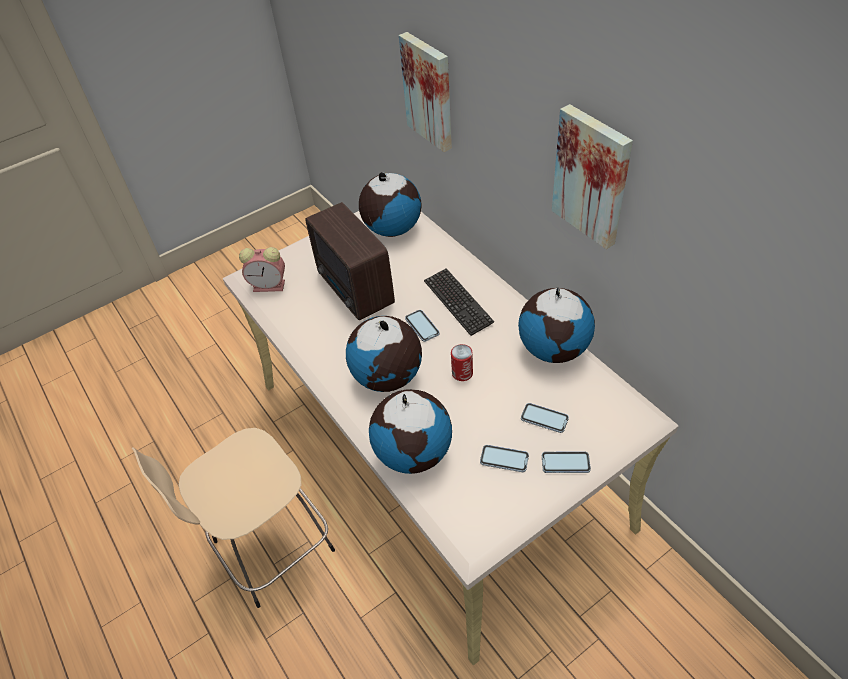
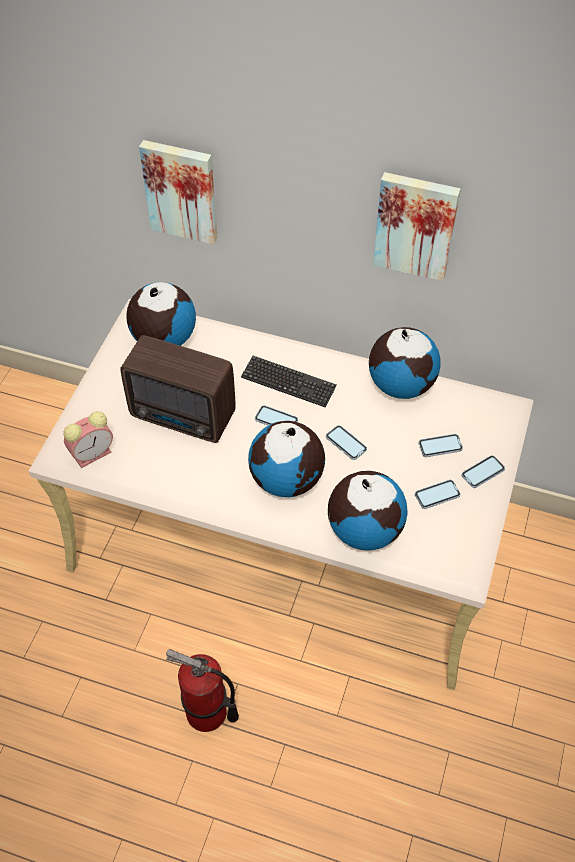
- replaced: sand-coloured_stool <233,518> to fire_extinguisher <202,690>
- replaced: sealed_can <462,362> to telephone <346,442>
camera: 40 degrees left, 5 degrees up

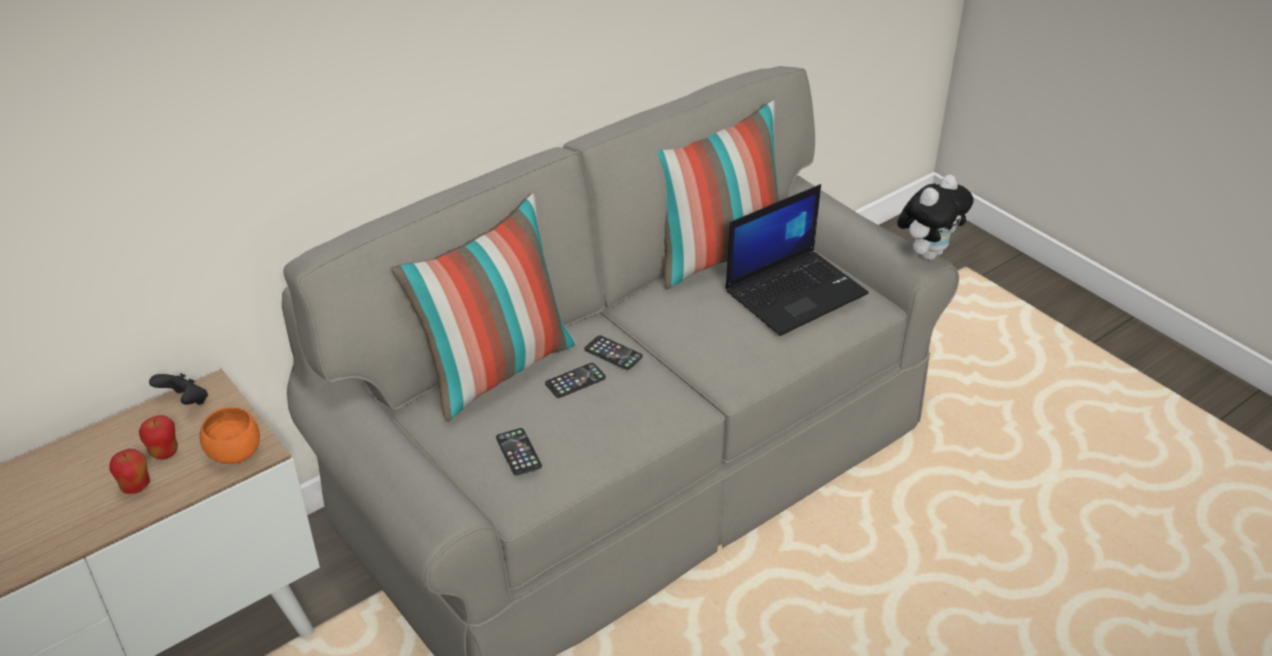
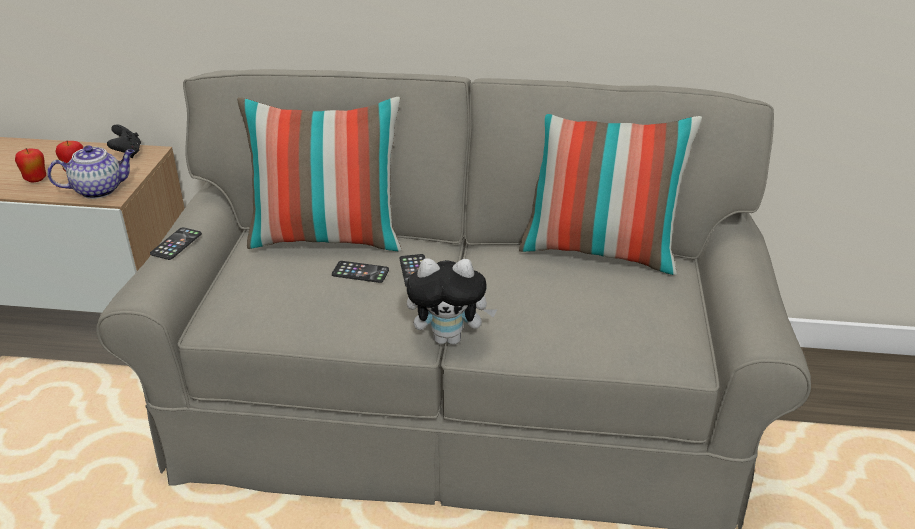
- removed: notebook_computer <797,260>
- moved: telephone <519,452> to <176,243>
- moved: plush_toy <935,217> to <452,301>
- replaced: orangey_deep_dish <230,435> to pot_for_tea <91,172>
camera: 45 degrees right, 5 degrees down

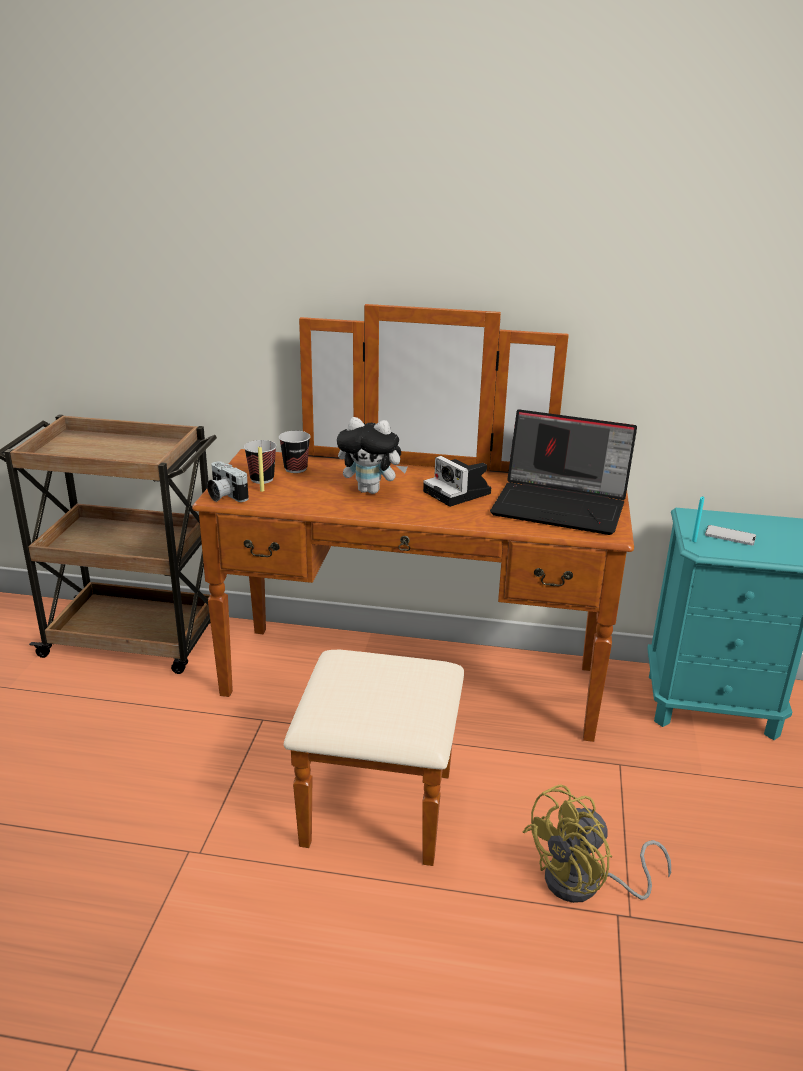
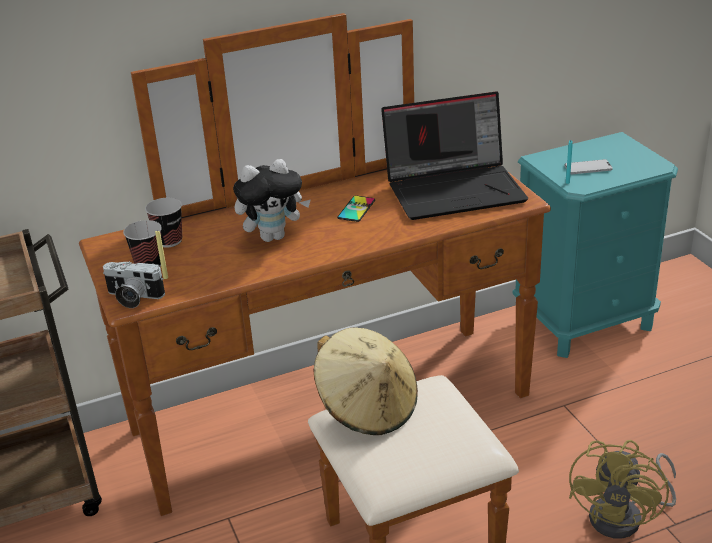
- added: sand-coloured_clothing_hat <366,381>
- replaced: photo_camera <457,481> to telephone <356,209>
camera: 30 degrees left, 5 degrees up

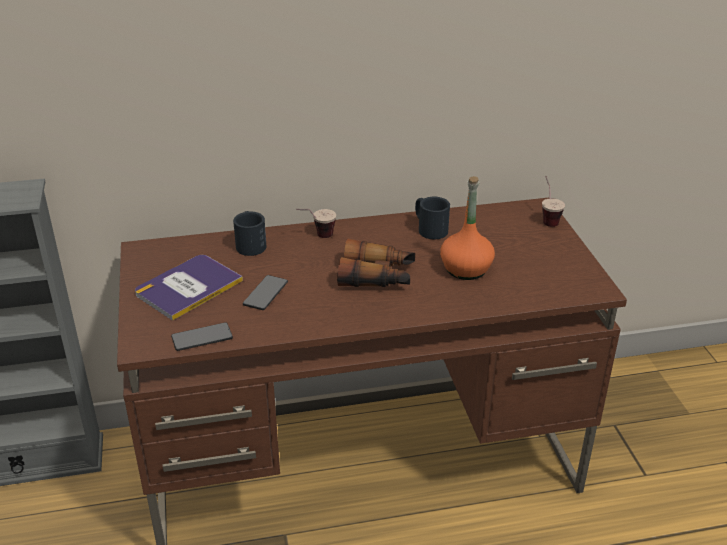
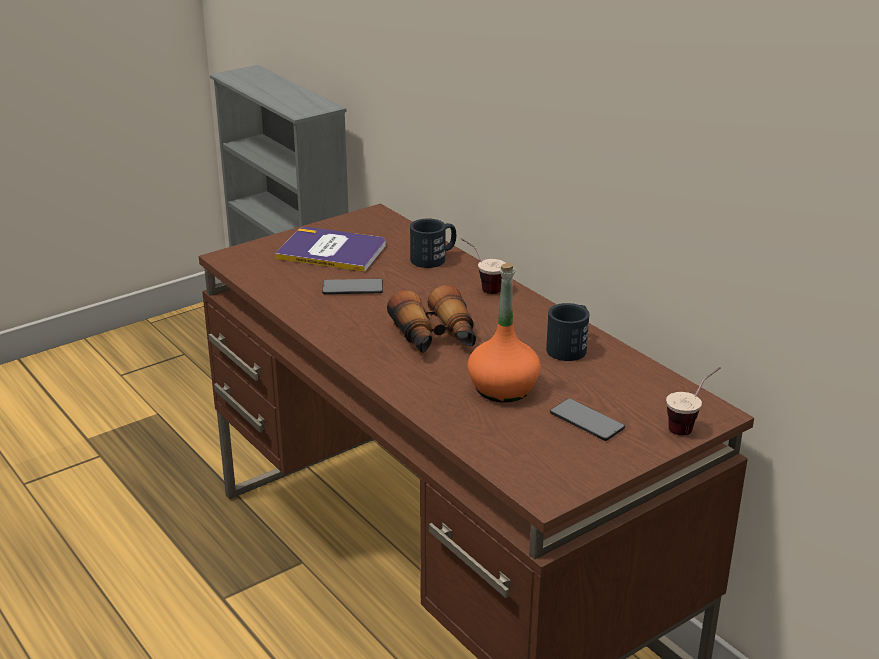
- moved: telephone <202,336> to <587,419>
camera: 65 degrees right, 5 degrees down

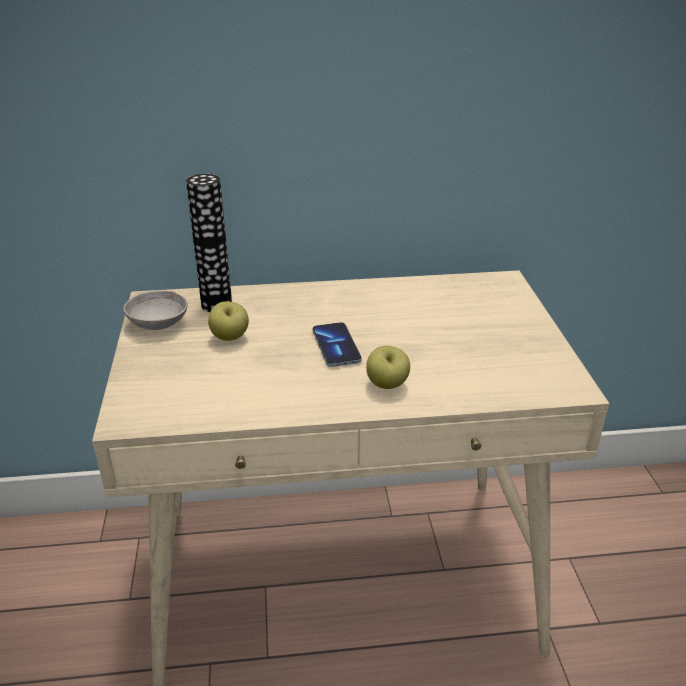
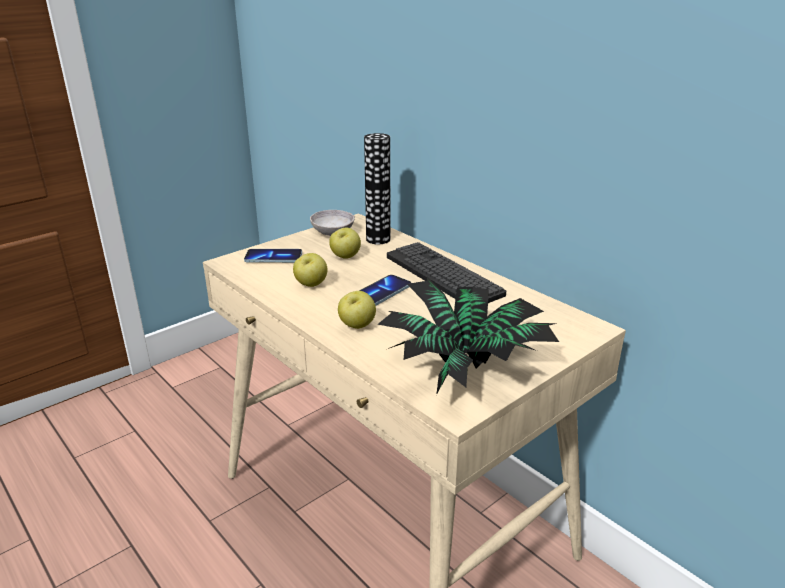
- added: telephone <273,256>
- added: apple <310,270>
- added: plant_in_a_pot <468,336>
- added: keyboard <446,272>
camera: 55 degrees right, 5 degrees down

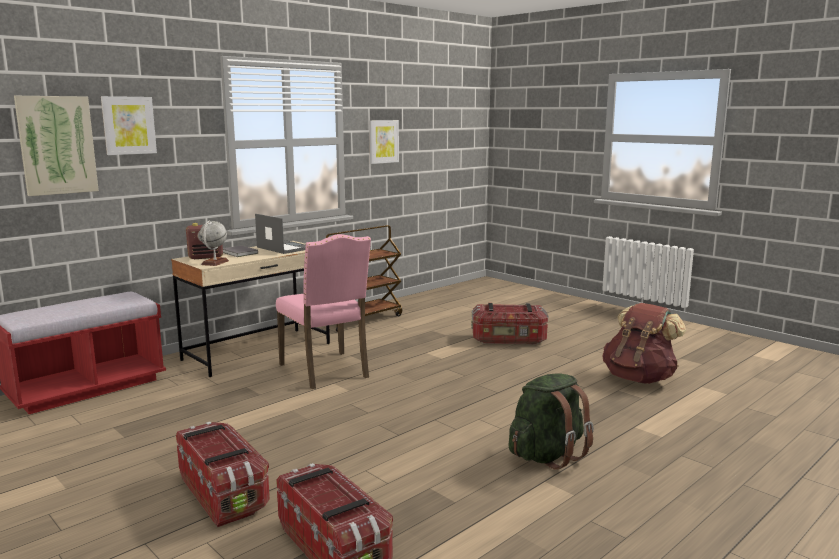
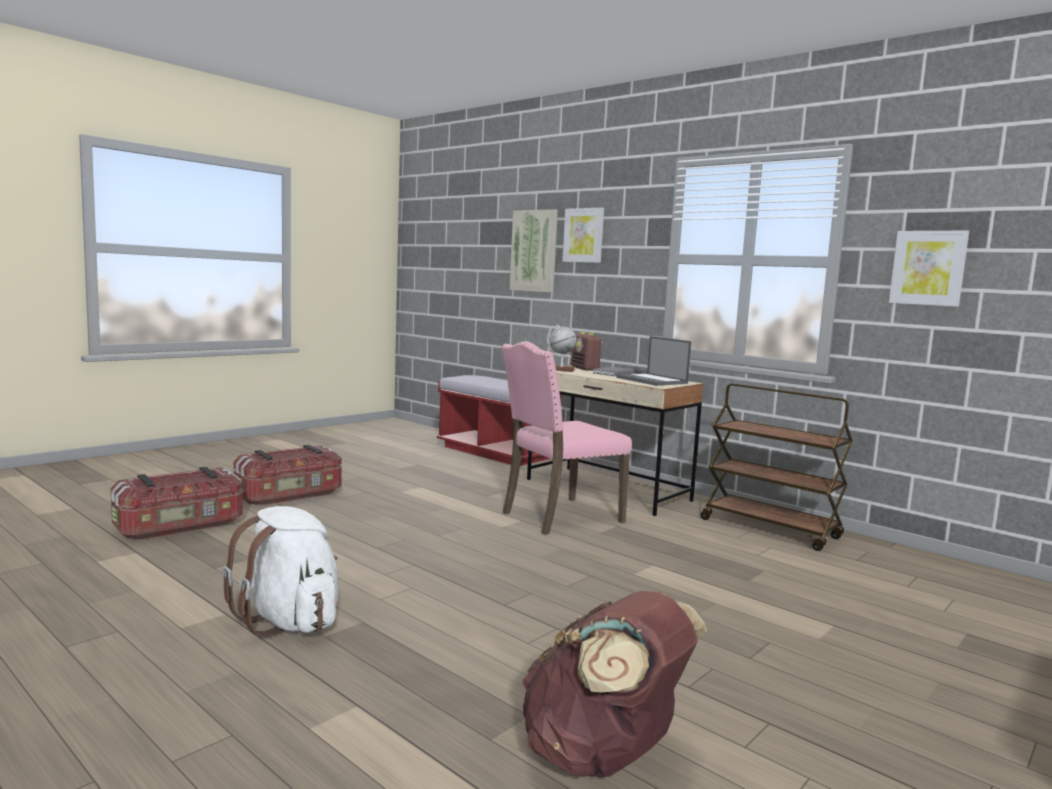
- removed: storage_container <509,324>
- recoloured: green-coloured_rucksack <551,422> to whitish_rucksack <280,571>
- turned: notebook_computer <280,234> = <654,361> 105 degrees clockwise
camera: 85 degrees right, 5 degrees down

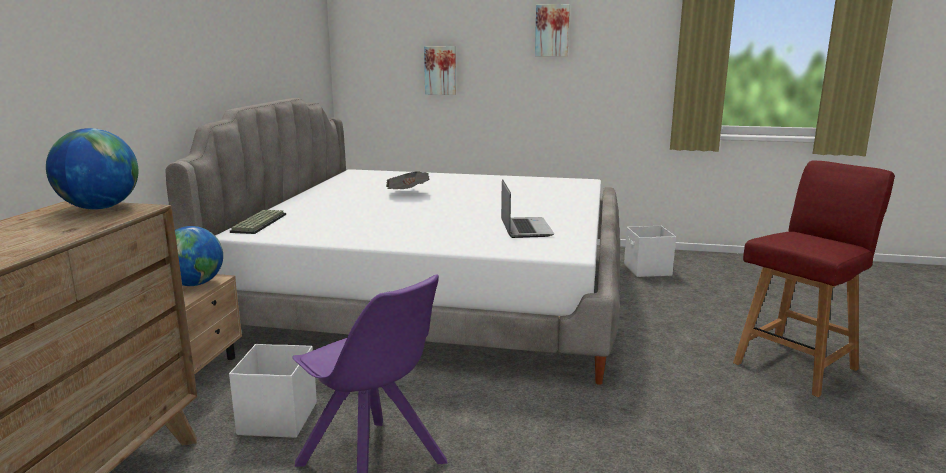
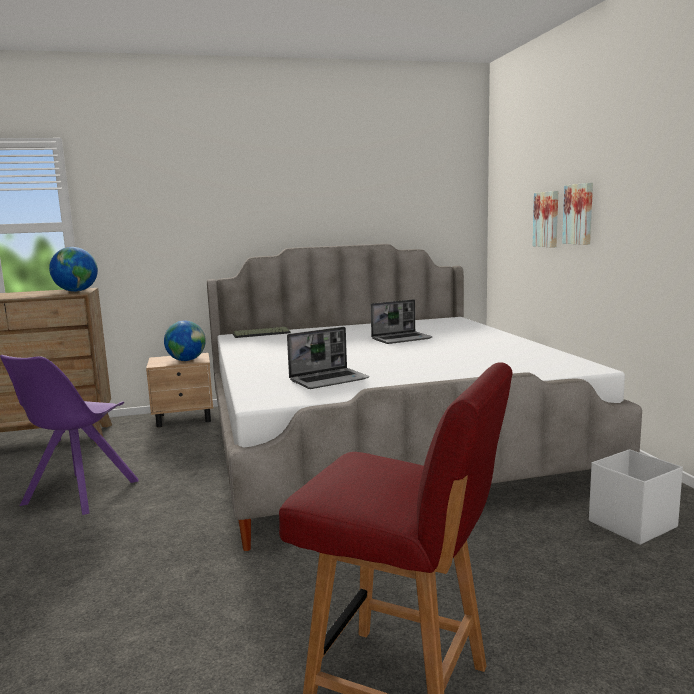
- removed: whitish_storage_container <273,391>
- moved: picture <552,30> to <577,214>
- replaced: newspaper <408,180> to notebook_computer <402,321>
camera: 65 degrees right, 5 degrees down

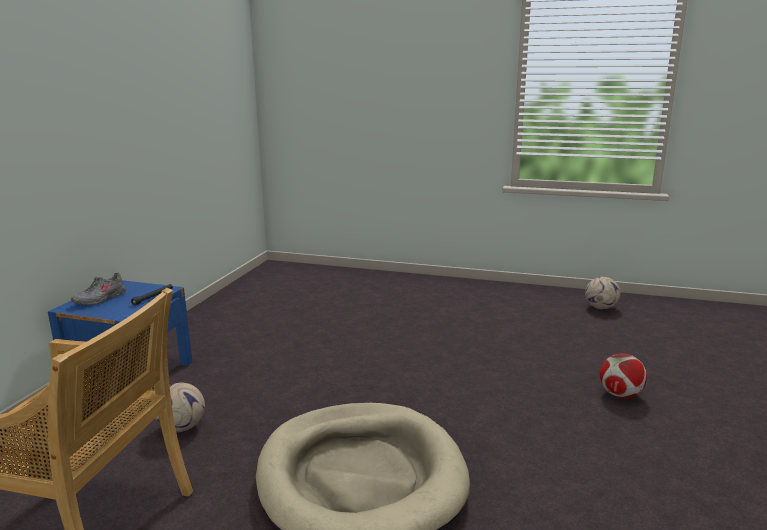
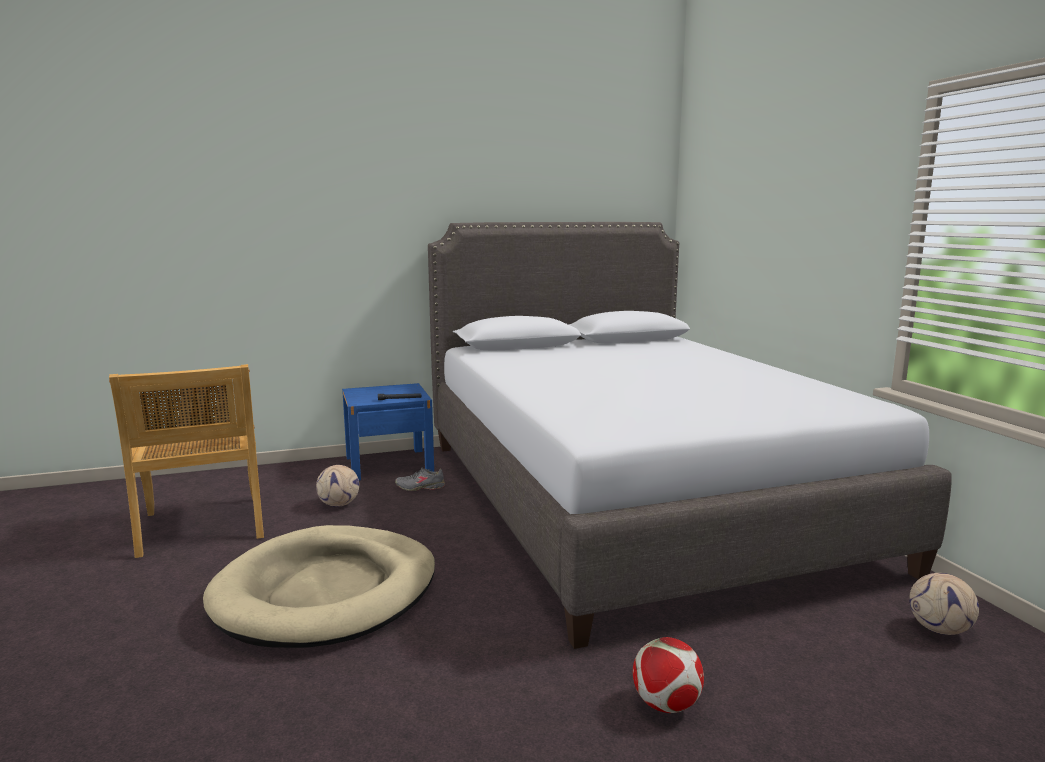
- added: grey_bed <689,435>
- moved: grey_shoe <98,288> to <420,479>
camera: 55 degrees right, 5 degrees down

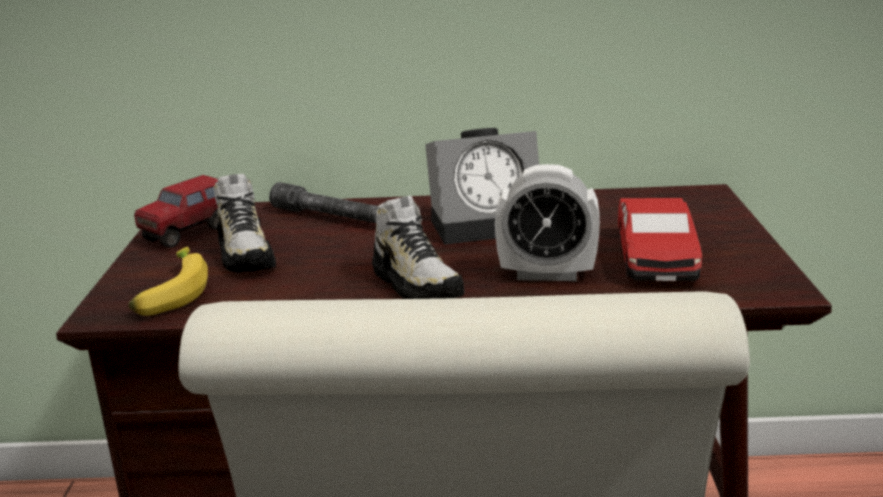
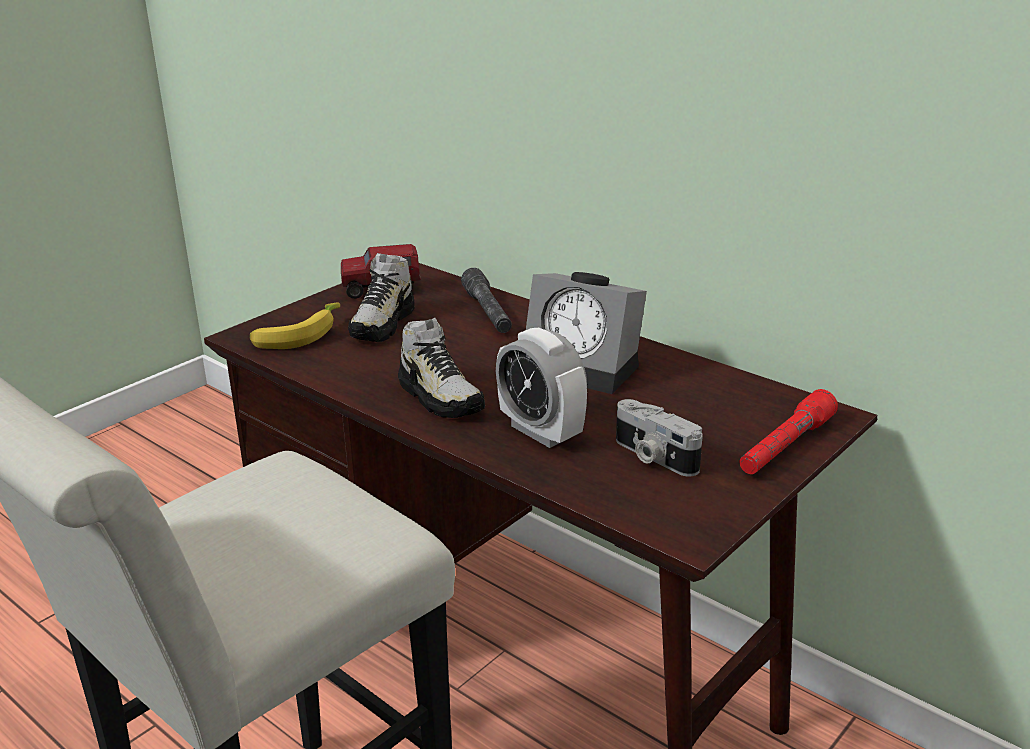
- added: reddish_hand_torch <788,431>
- replaced: miniature_car <660,239> to photo_camera <659,437>
- turned: shoe <418,247> = <441,368> 45 degrees counterclockwise
camera: 40 degrees right, 5 degrees up

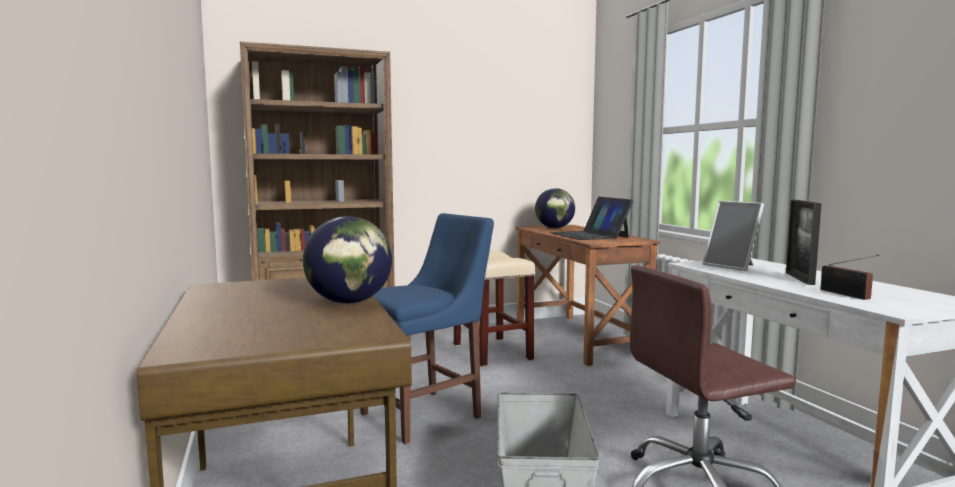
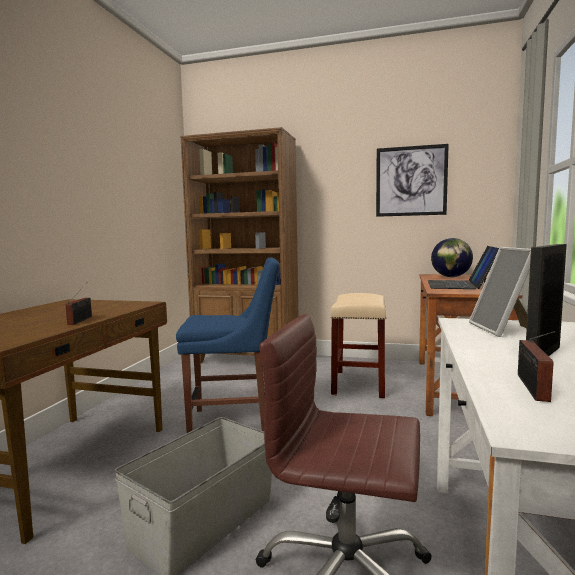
- added: picture <412,180>
- replaced: desk_globe <347,260> to radio <79,304>
camera: 35 degrees right, 0 degrees up

